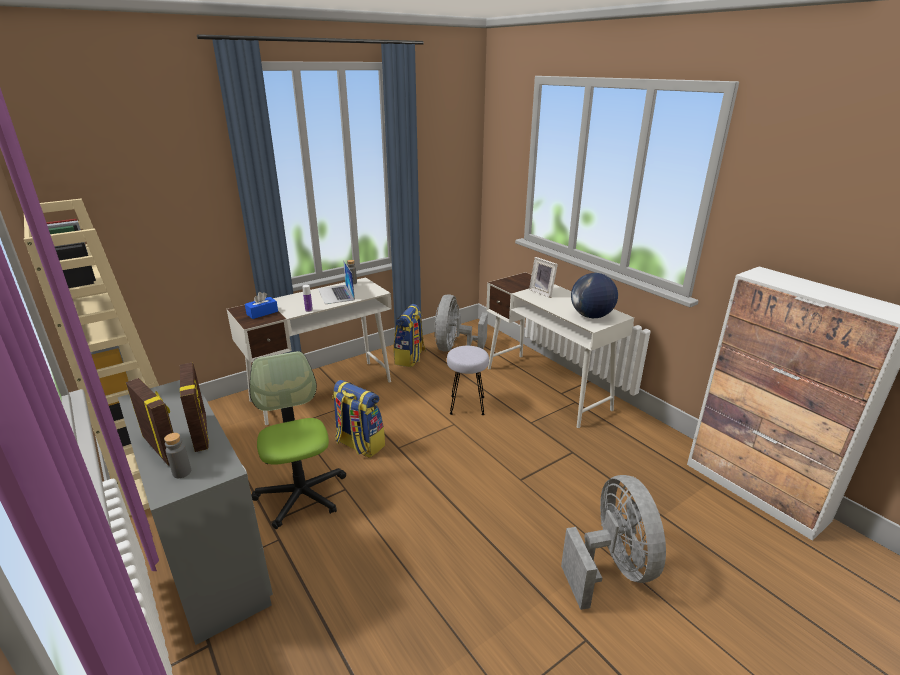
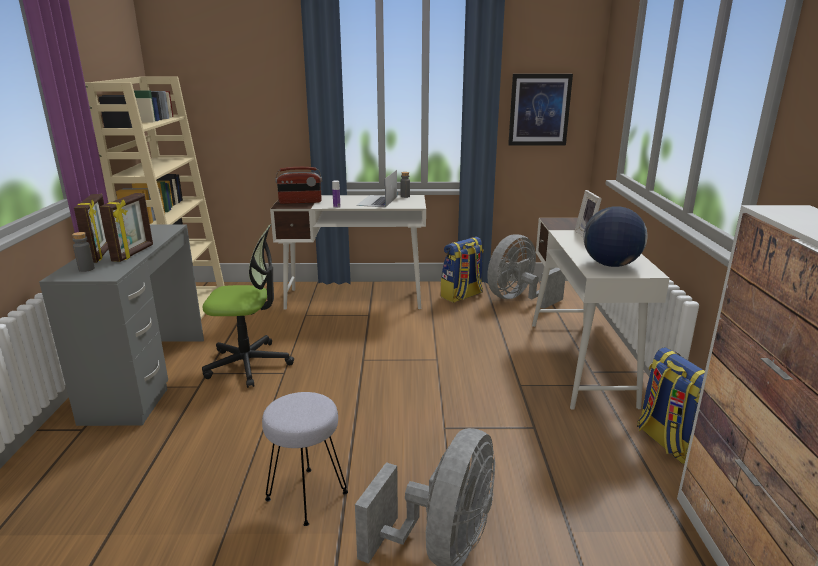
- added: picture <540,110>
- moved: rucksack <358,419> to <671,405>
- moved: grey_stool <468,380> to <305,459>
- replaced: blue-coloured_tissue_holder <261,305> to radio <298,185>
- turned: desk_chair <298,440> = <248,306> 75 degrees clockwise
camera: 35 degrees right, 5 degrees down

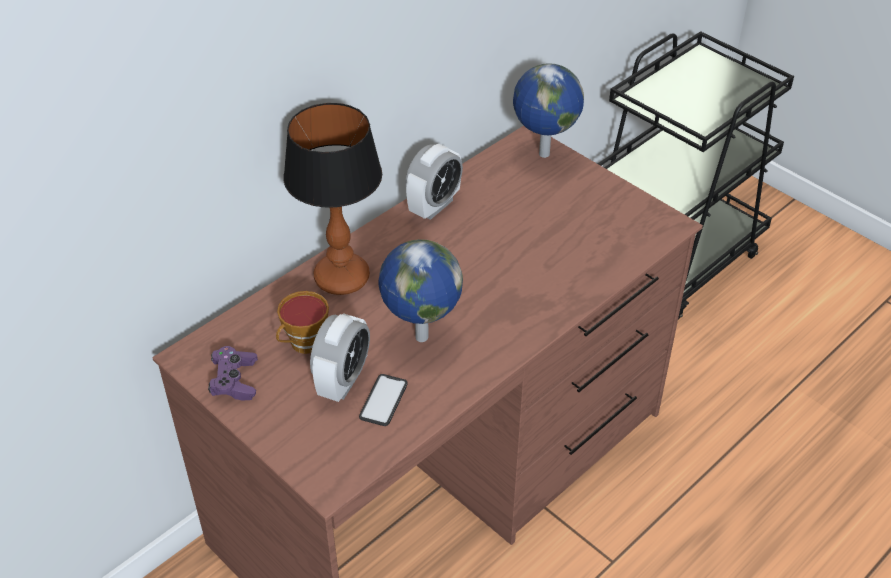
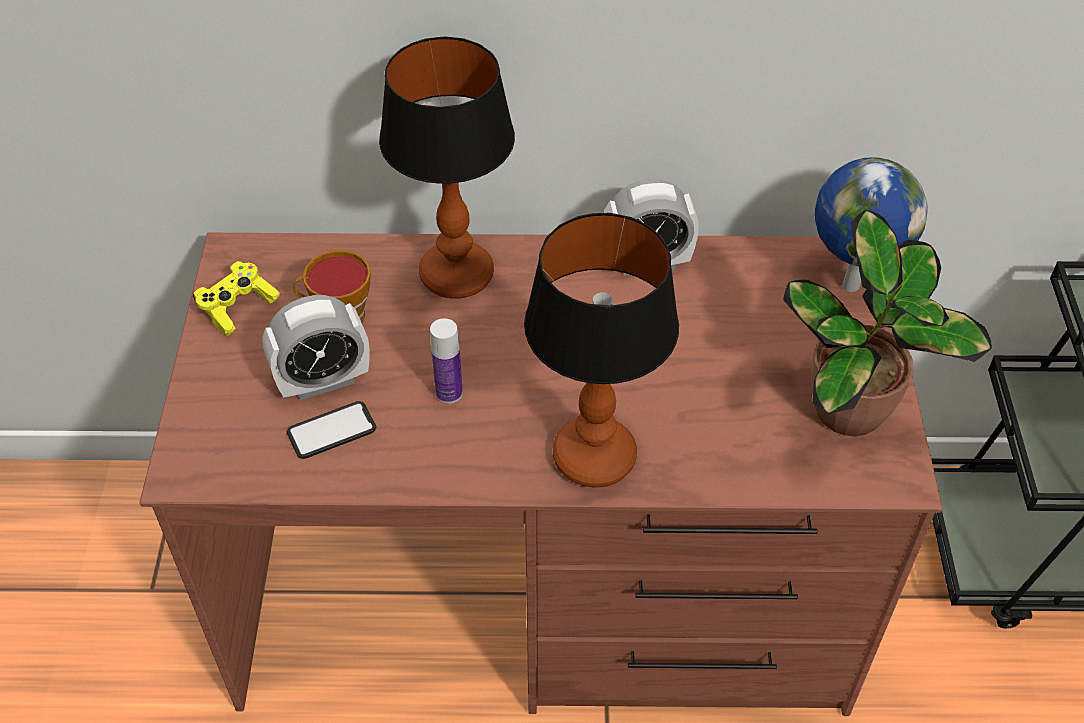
- added: table_lamp <601,350>
- added: plant_in_a_pot <887,323>
- replaced: desk_globe <420,290> to bottle <446,361>
- recoloured: purple_joypad <233,373> to yellowish_joypad <236,298>
camera: 45 degrees right, 5 degrees up

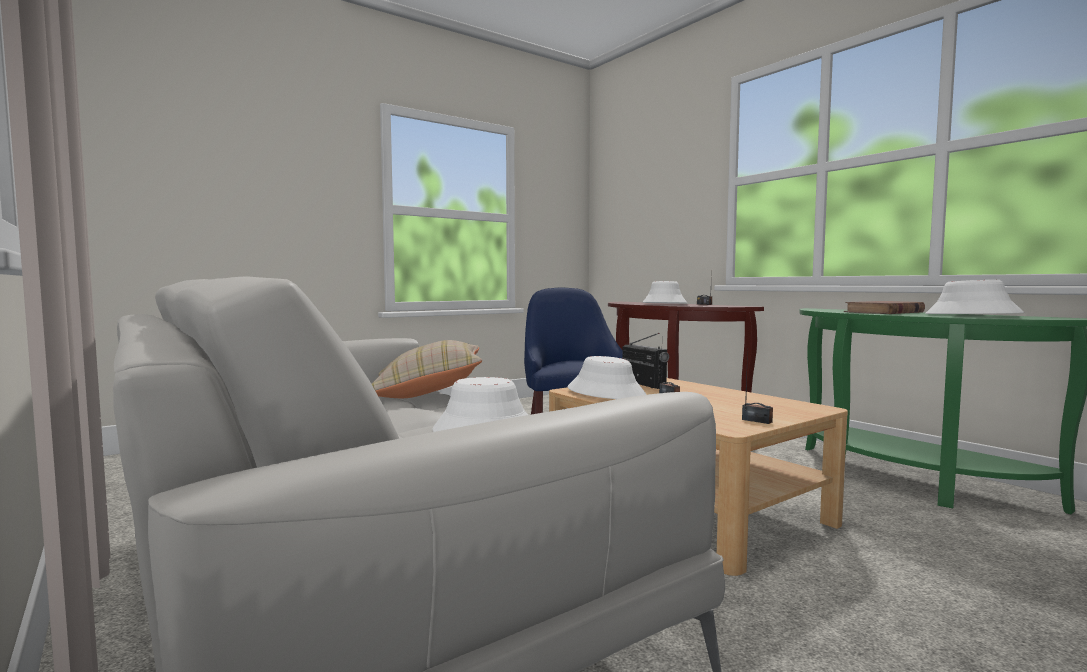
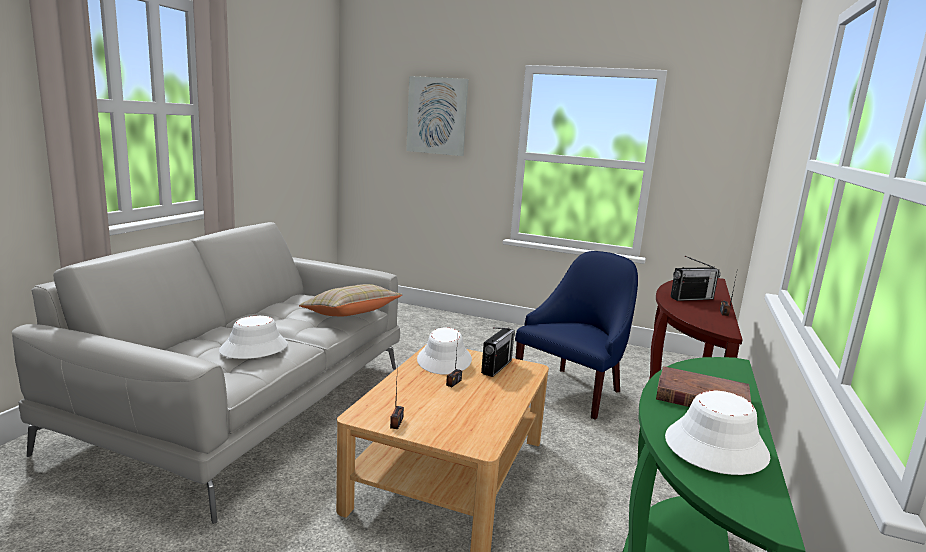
- added: picture <437,116>
- replaced: whitish_clothing_hat <664,292> to radio <695,278>
camera: 55 degrees right, 10 degrees up

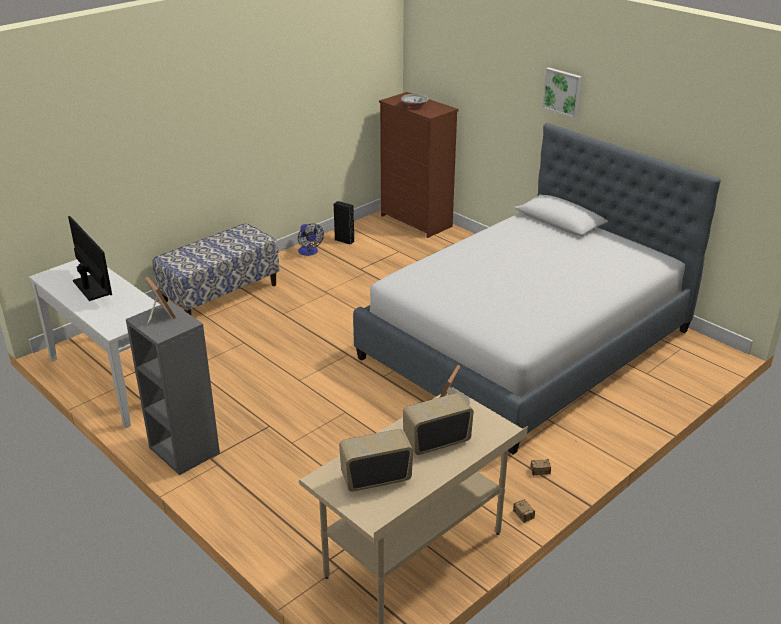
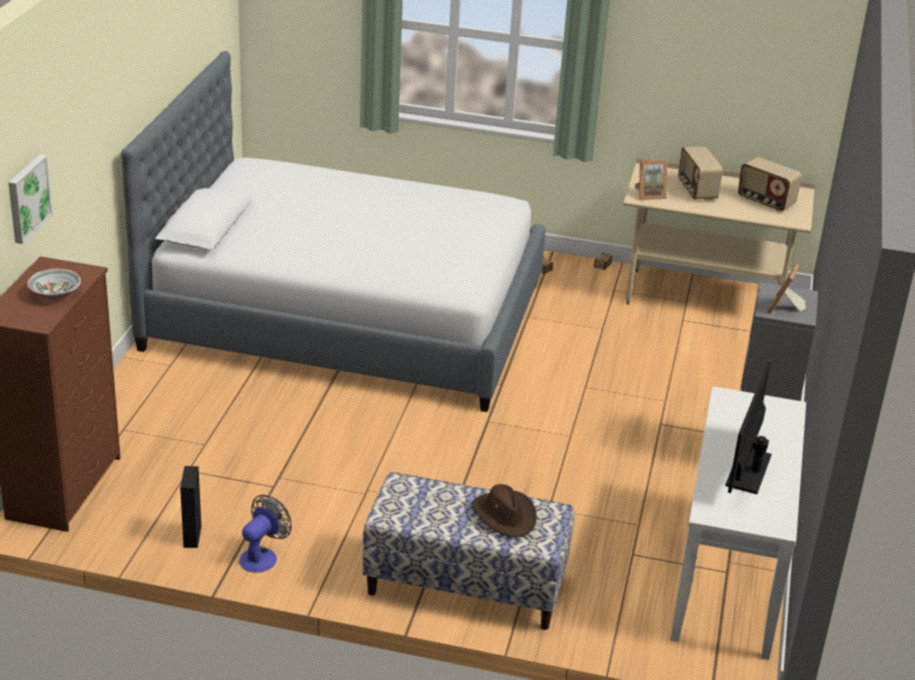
- added: brown-coloured_clothing_hat <503,511>
- moved: picture <562,92> to <30,199>
- turned: radio <438,424> = <700,173> 45 degrees clockwise
camera: 125 degrees left, 0 degrees up

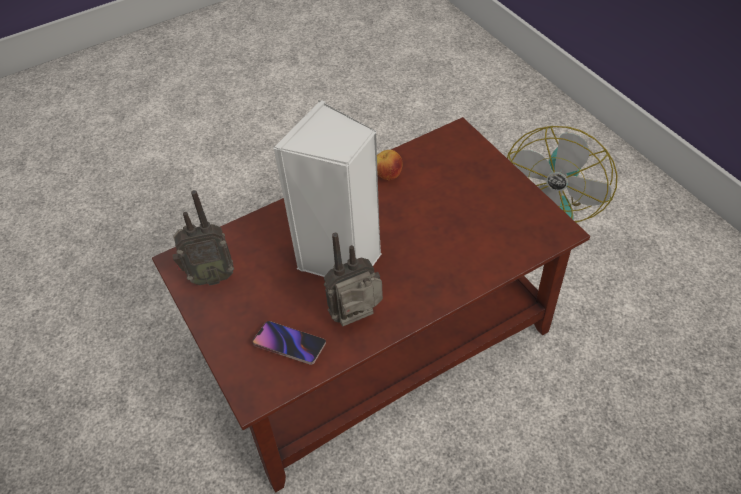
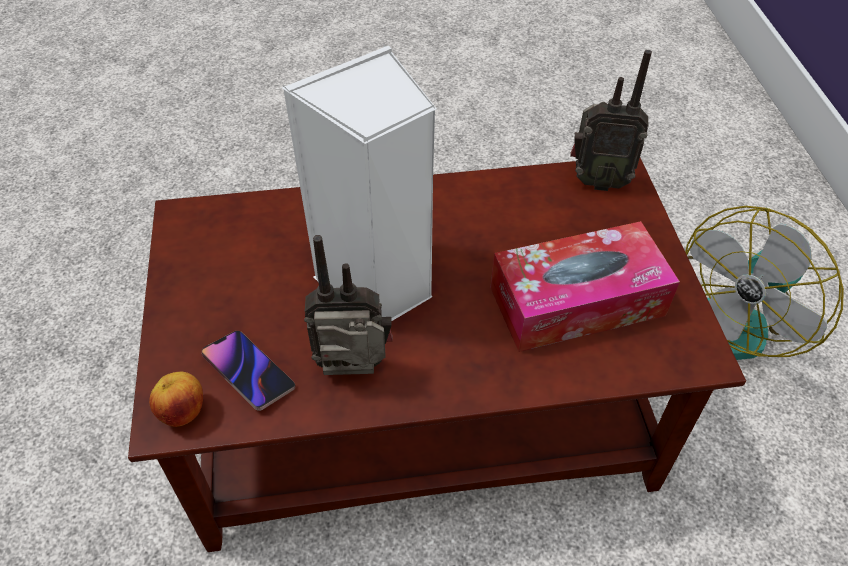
- added: tissue_holder <585,286>
- moved: radio <203,238> to <611,120>
- moved: apple <390,165> to <176,399>
camera: 20 degrees right, 0 degrees up

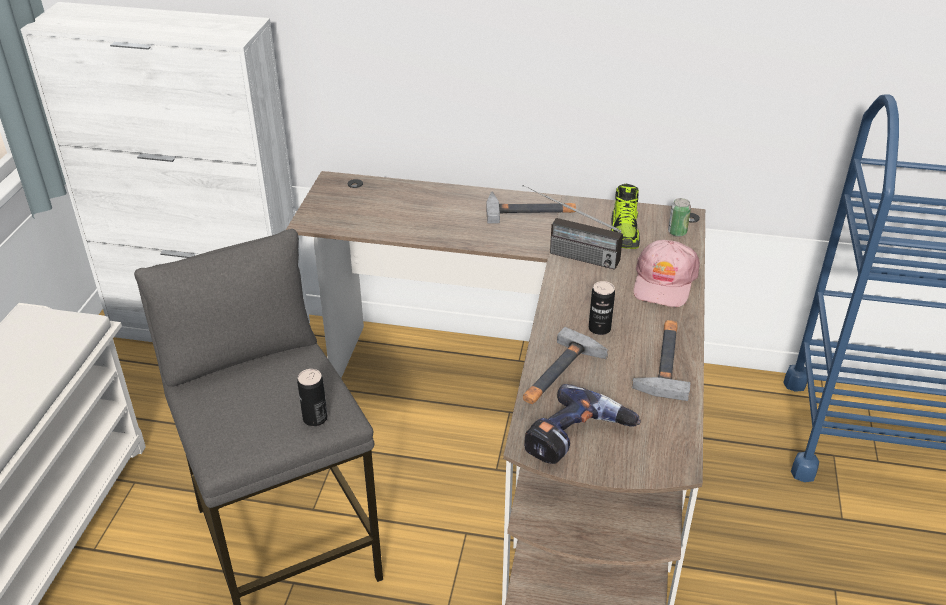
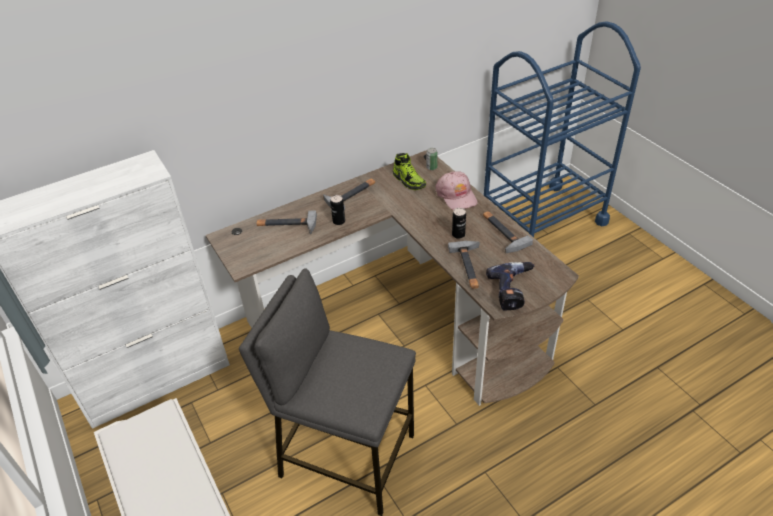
- removed: radio <572,227>
- added: tool_hammer <287,222>
- moved: sealed_can <312,397> to <337,210>
camera: 40 degrees left, 5 degrees up

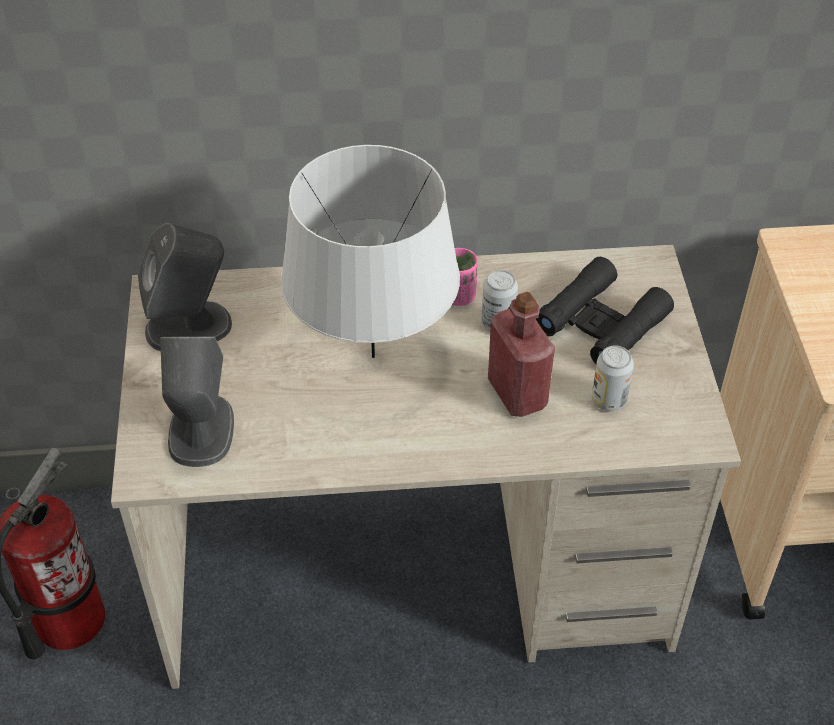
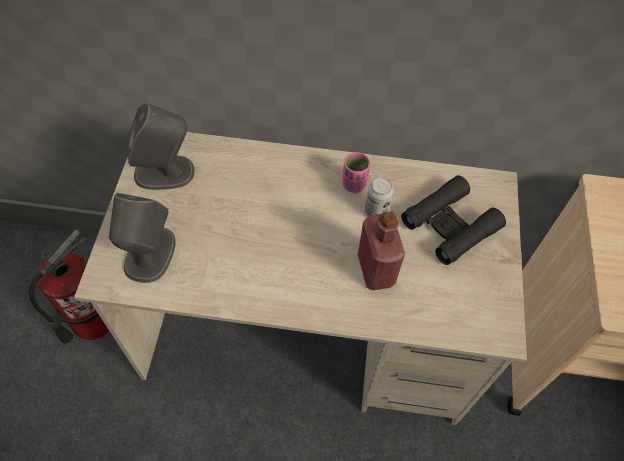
- removed: grey_table_lamp <370,251>
- removed: sealed_can <613,378>
camera: 10 degrees right, 10 degrees up

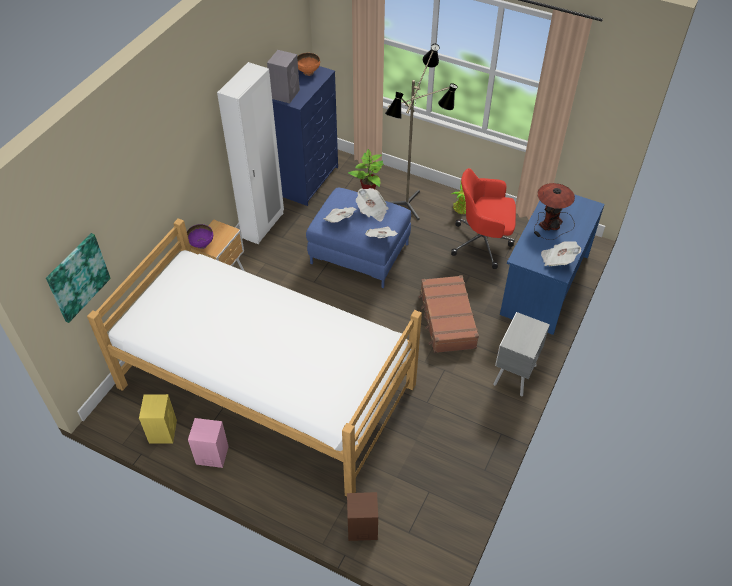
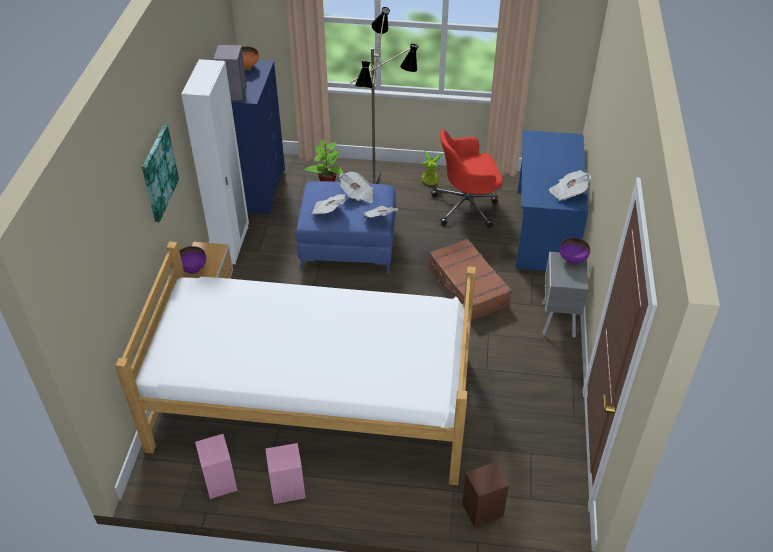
- removed: table_lamp <554,211>
- added: purple_deep_dish <574,251>
- moved: picture <78,278> to <160,173>
- recoloured: yellowish_loudspeaker <158,418> to pinkish_loudspeaker <216,466>
camera: 20 degrees left, 5 degrees down

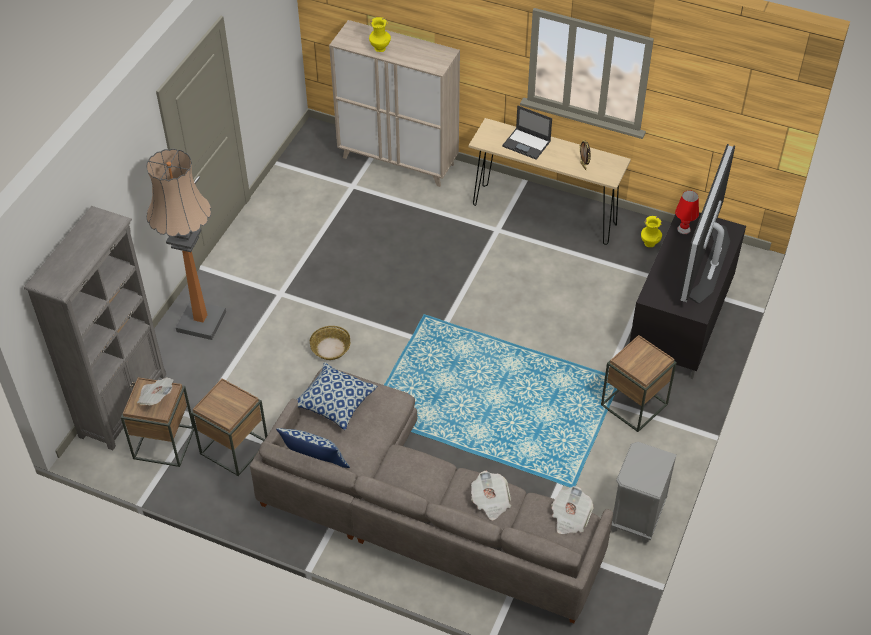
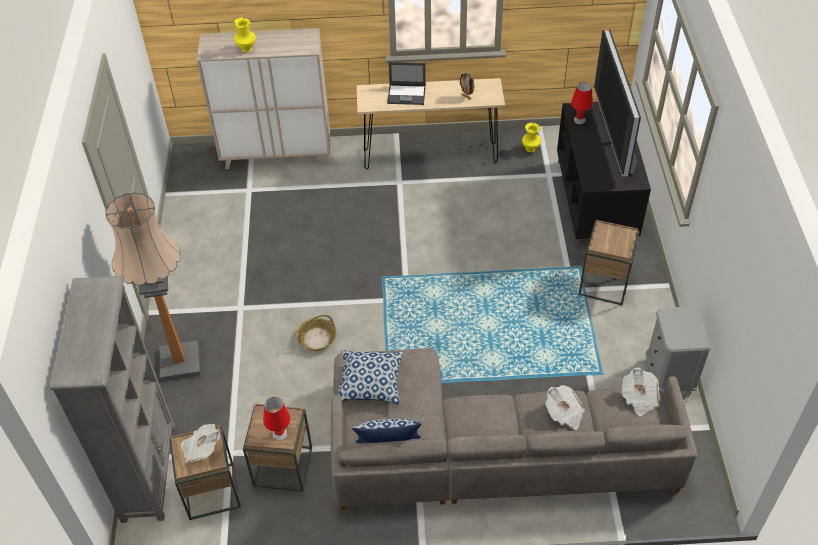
- added: reddish_table_lamp <277,419>
camera: 25 degrees left, 0 degrees up

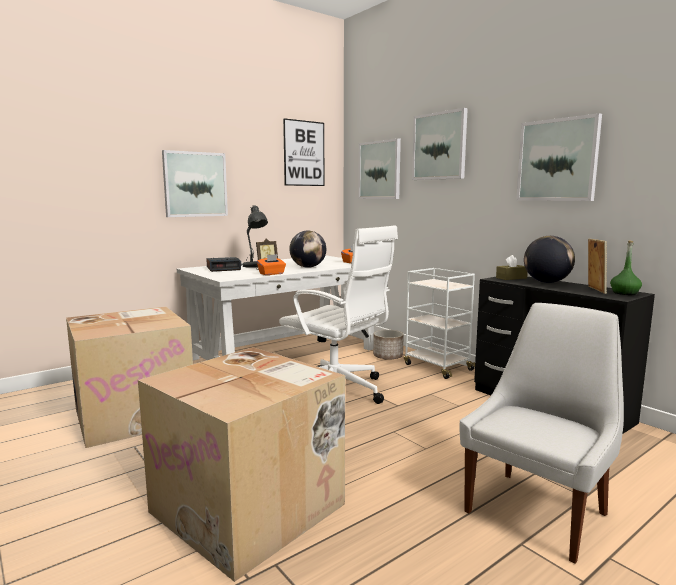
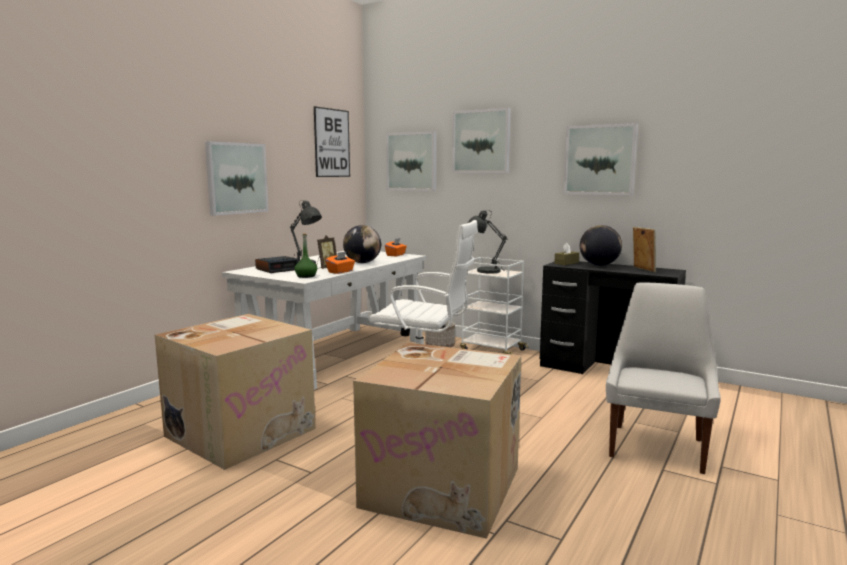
- added: grey_table_lamp <487,242>
- moved: green-coloured_bottle <626,268> to <305,255>
camera: 20 degrees left, 0 degrees up

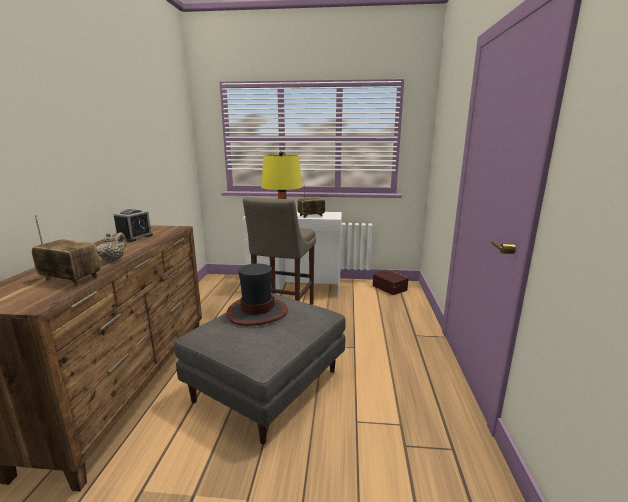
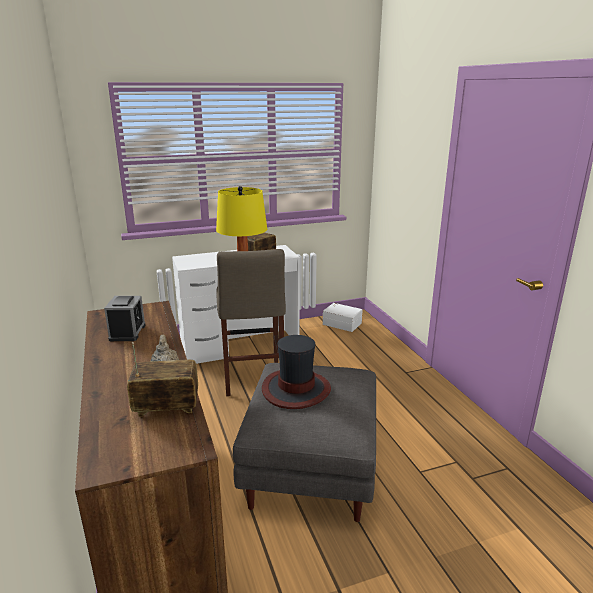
- recoloured: brown-coloured_storage_container <390,282> to whitish_storage_container <342,317>
camera: 25 degrees left, 5 degrees up

